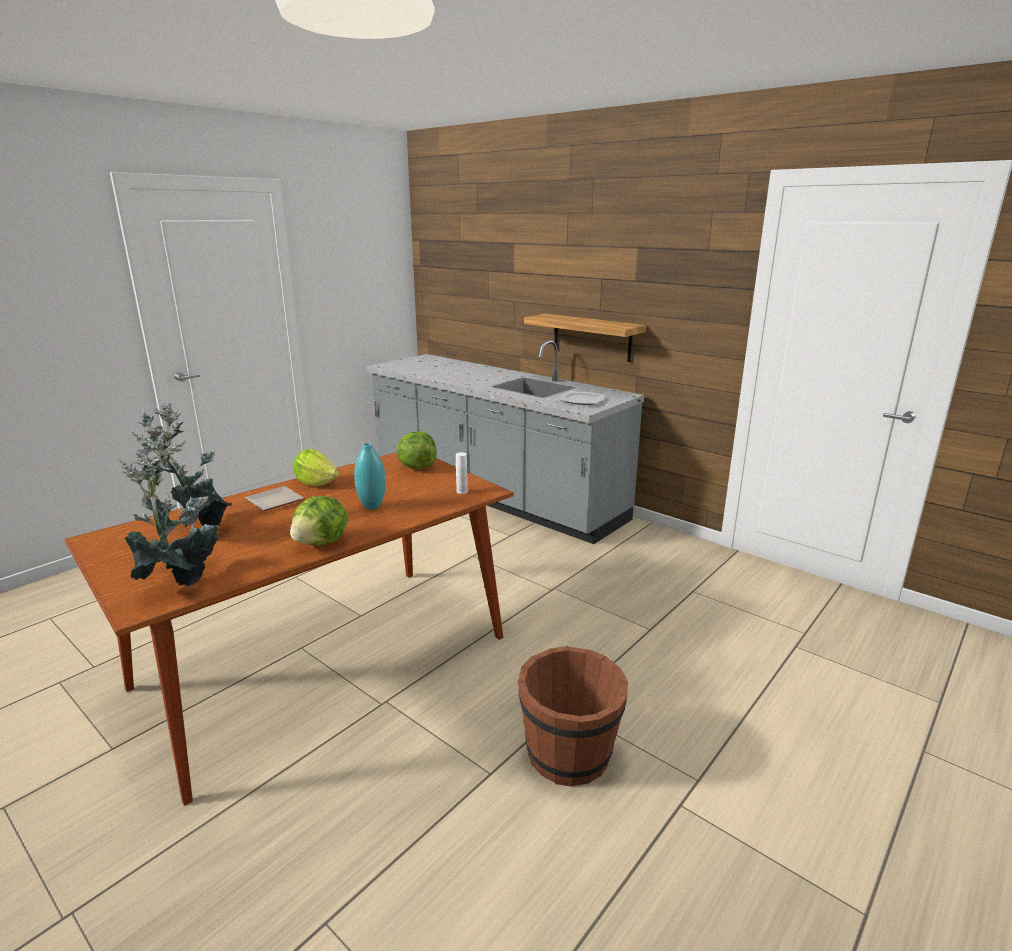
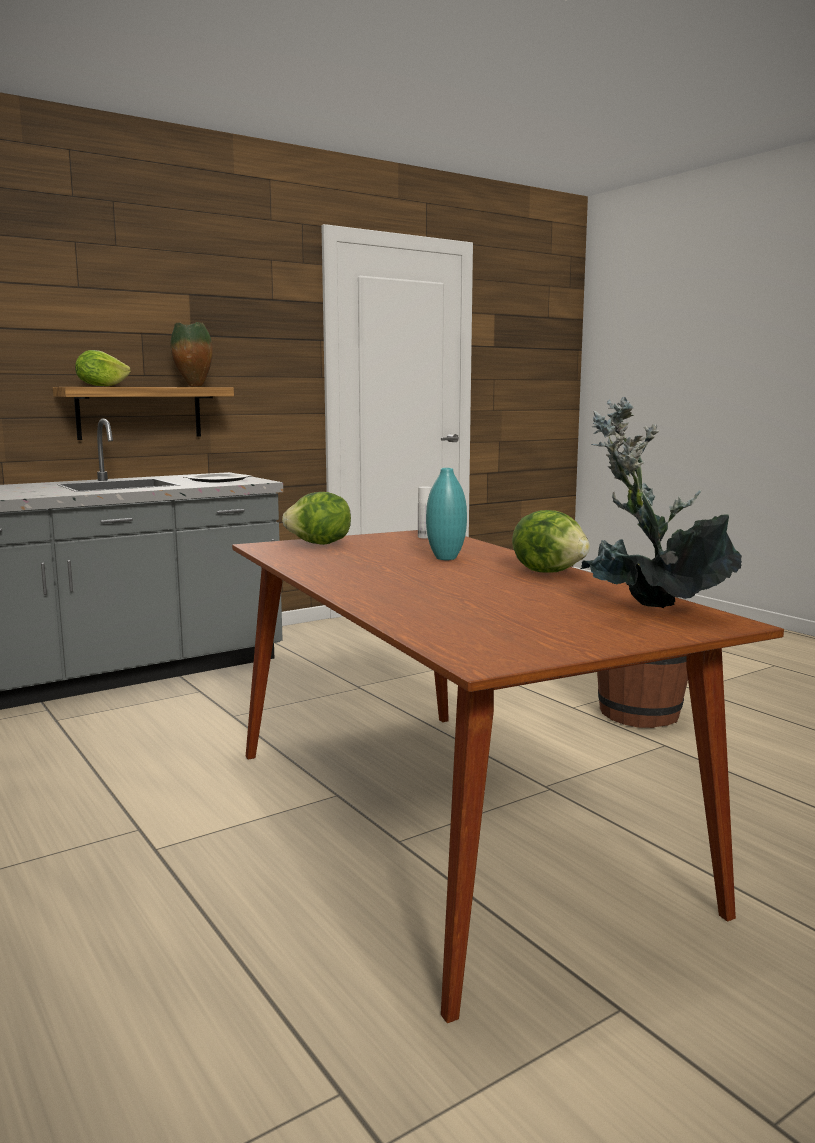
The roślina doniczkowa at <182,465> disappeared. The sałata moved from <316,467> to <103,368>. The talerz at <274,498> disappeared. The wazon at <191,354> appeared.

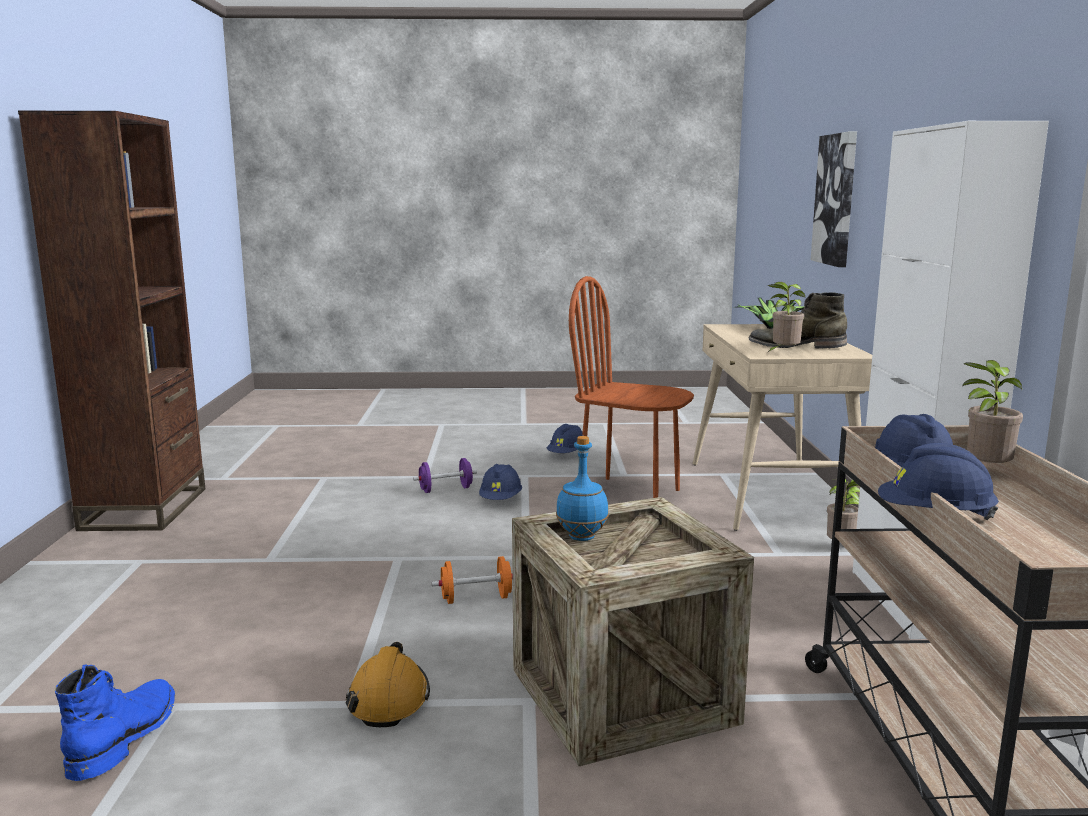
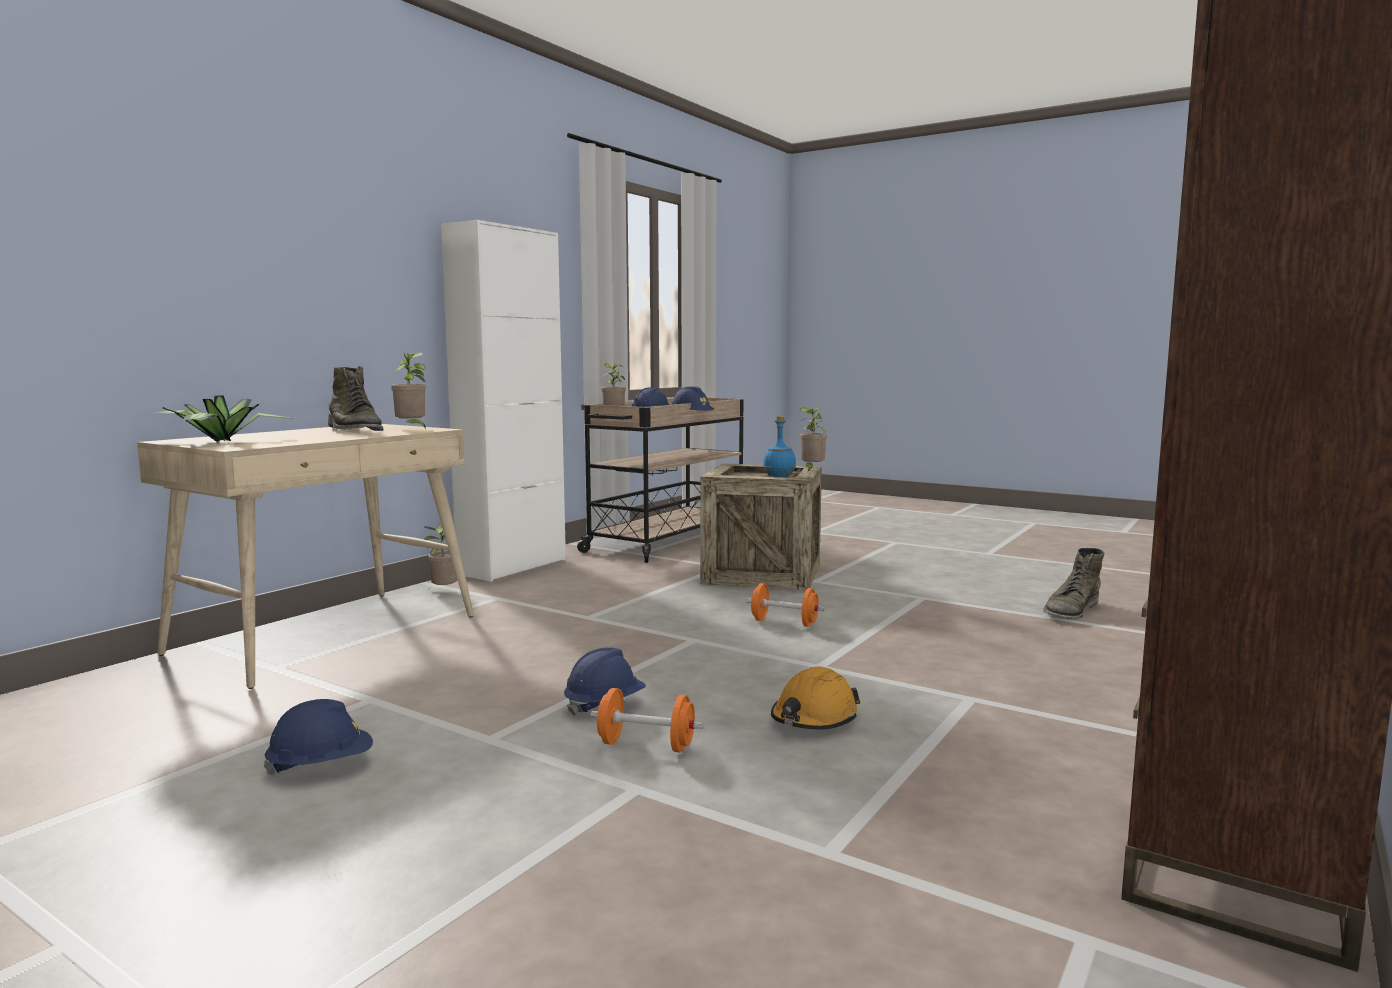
The obraz at <834,199> disappeared. The krzesło (brązowy) at <631,387> disappeared. The hantel (fioletowy) at <445,475> became the hantel (pomarańczowy) at <647,720>. The kask (pomarańczowy) moved from <388,684> to <815,698>. The but z cholewką (niebieski) at <115,722> became the but z cholewką (zielony) at <1074,584>. The roślina doniczkowa at <814,439> appeared.

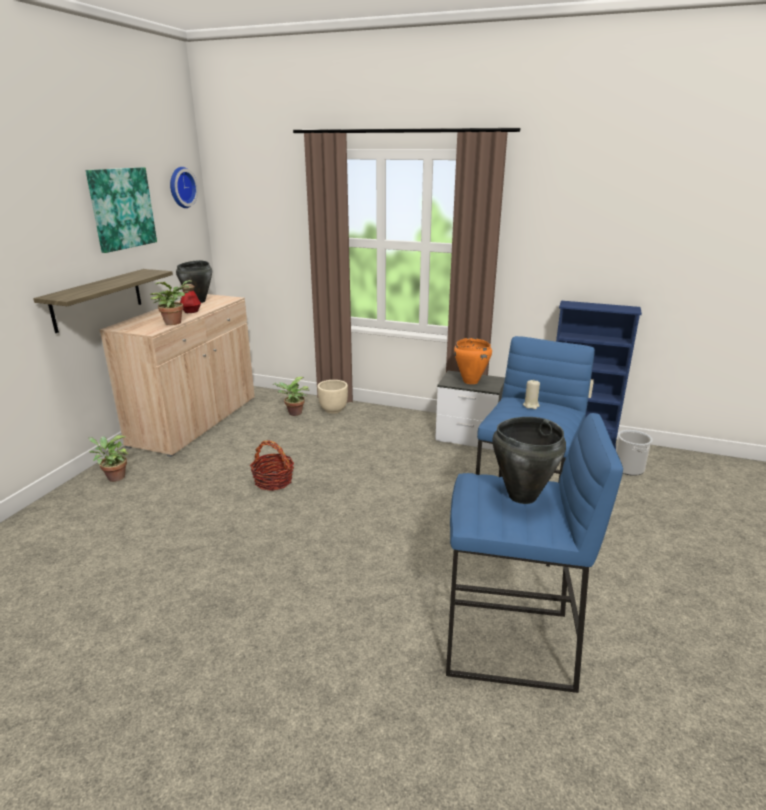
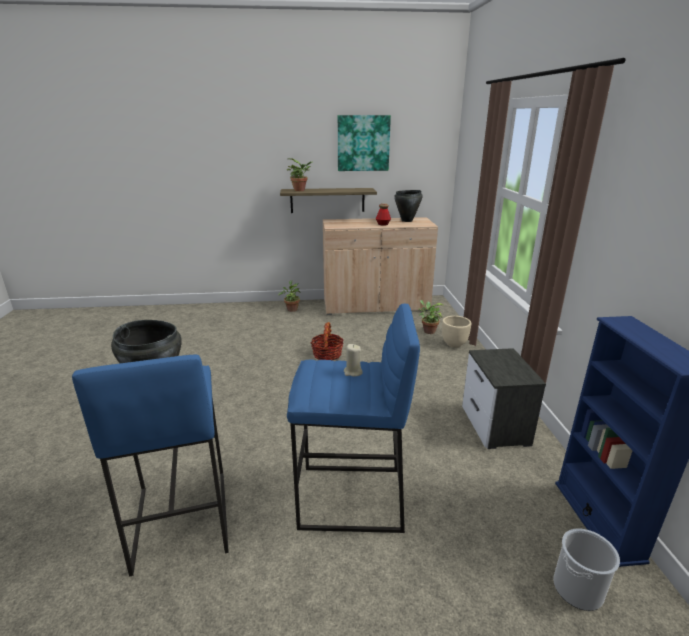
The zegar ścienny at <184,187> disappeared. The roślina doniczkowa moved from <171,302> to <300,174>. The garnek (pomarańczowy) at <473,361> disappeared.

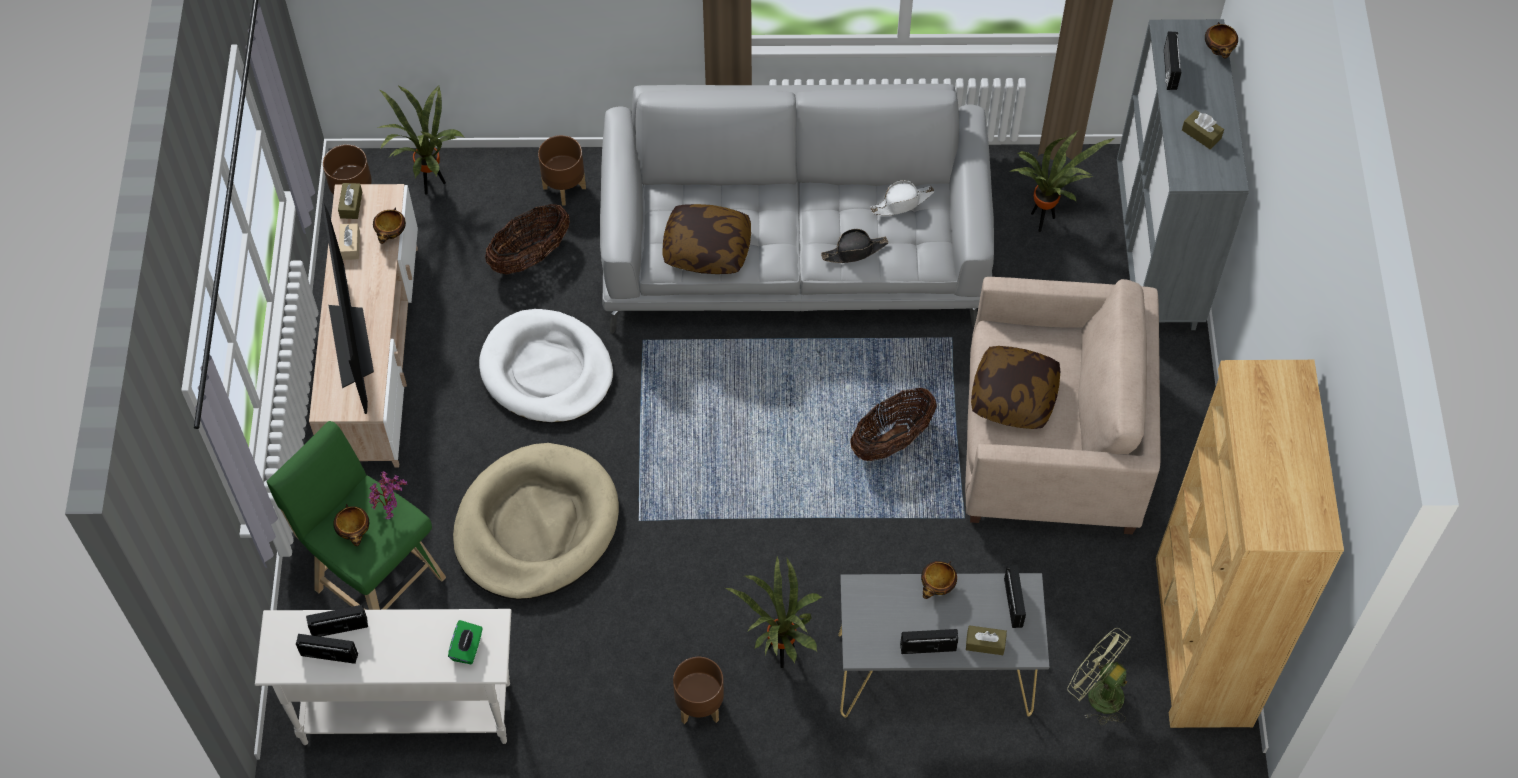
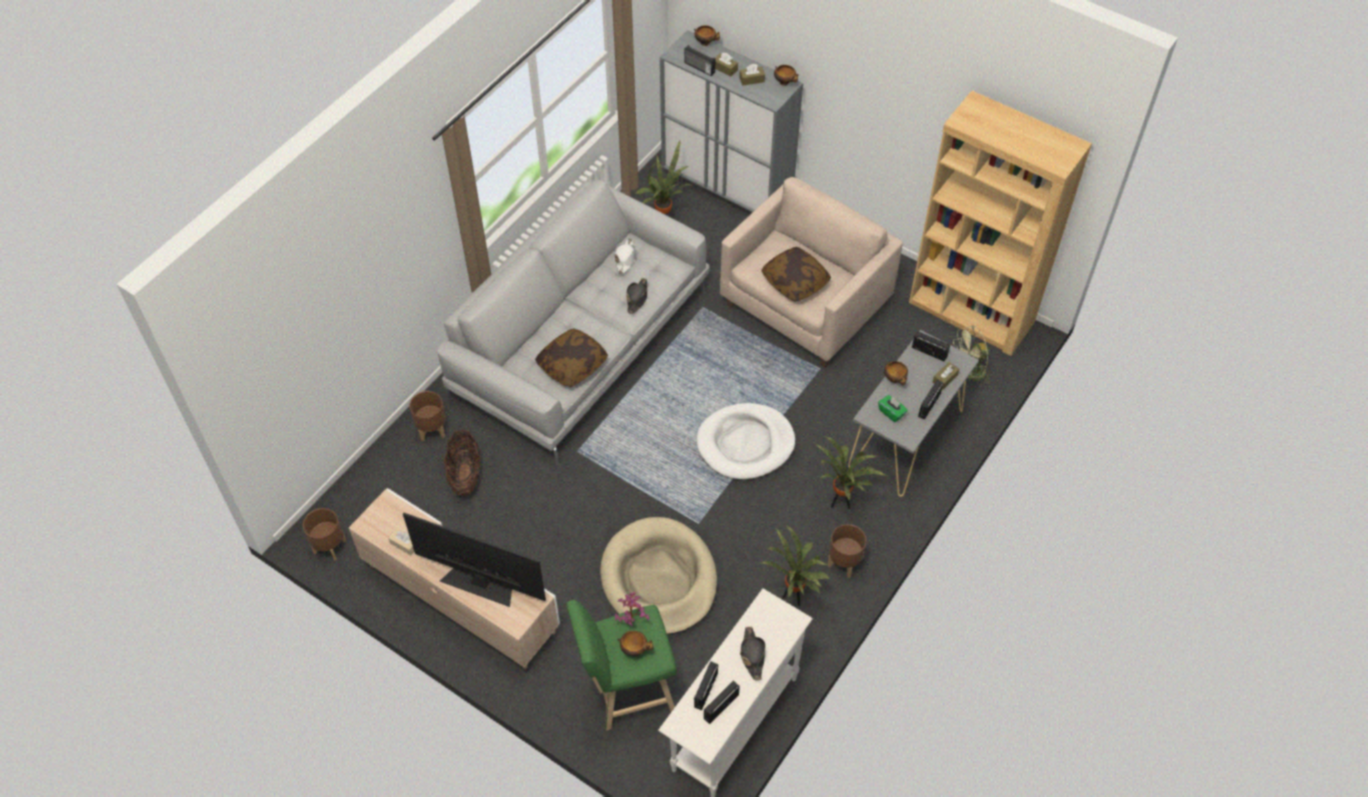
The roślina doniczkowa moved from <421,140> to <795,565>. The pudełko chusteczek (brązowy) moved from <350,201> to <726,65>. The miska moved from <389,225> to <786,75>. The legowisko (biały) moved from <546,366> to <746,441>. The koszyk at <893,424> disappeared. The pudełko chusteczek (zielony) moved from <465,642> to <893,408>. The kapelusz (czarny) at <752,654> appeared.

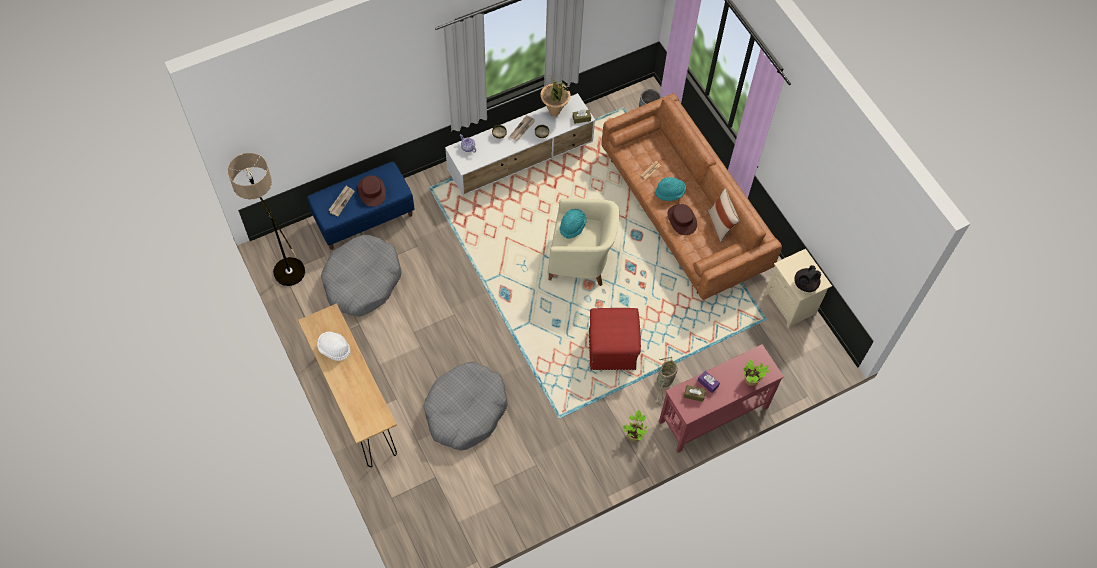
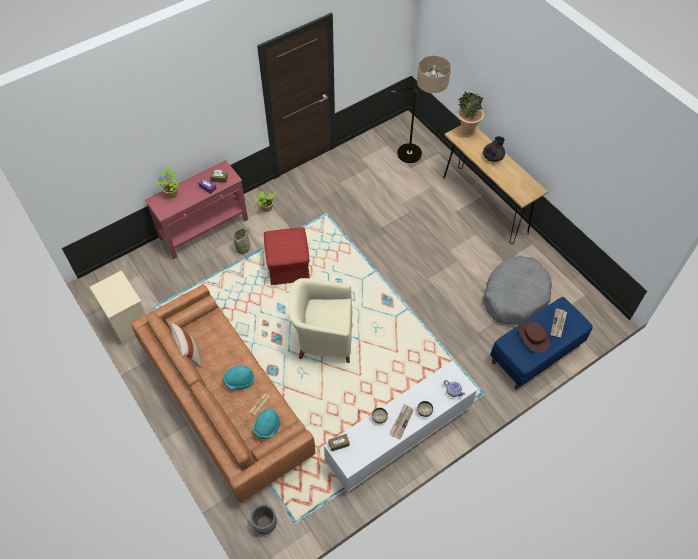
The roślina doniczkowa moved from <555,96> to <470,113>. The lampa stojąca moved from <266,219> to <421,109>. The kapelusz (brązowy) at <682,219> disappeared. The kapelusz (turkusowy) moved from <573,224> to <266,423>. The imbryk (czarny) moved from <807,278> to <494,149>. The kapelusz (biały) at <334,346> disappeared. The legowisko (szary) at <465,406> disappeared.

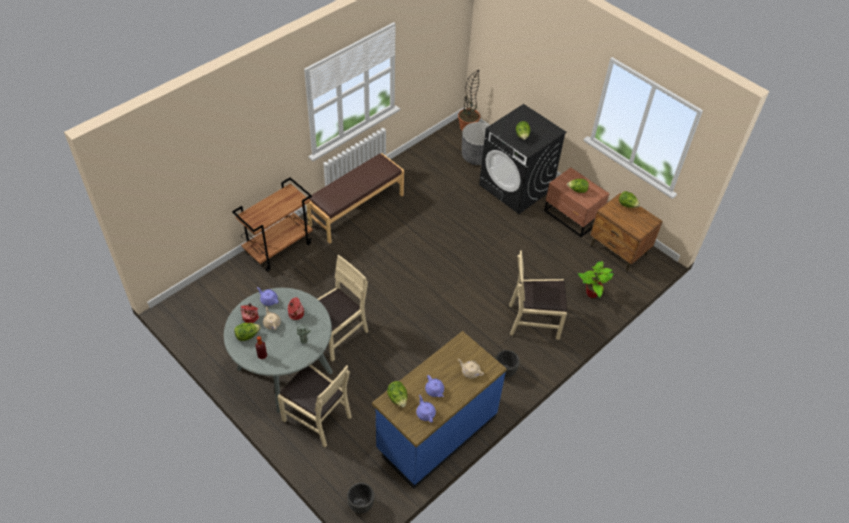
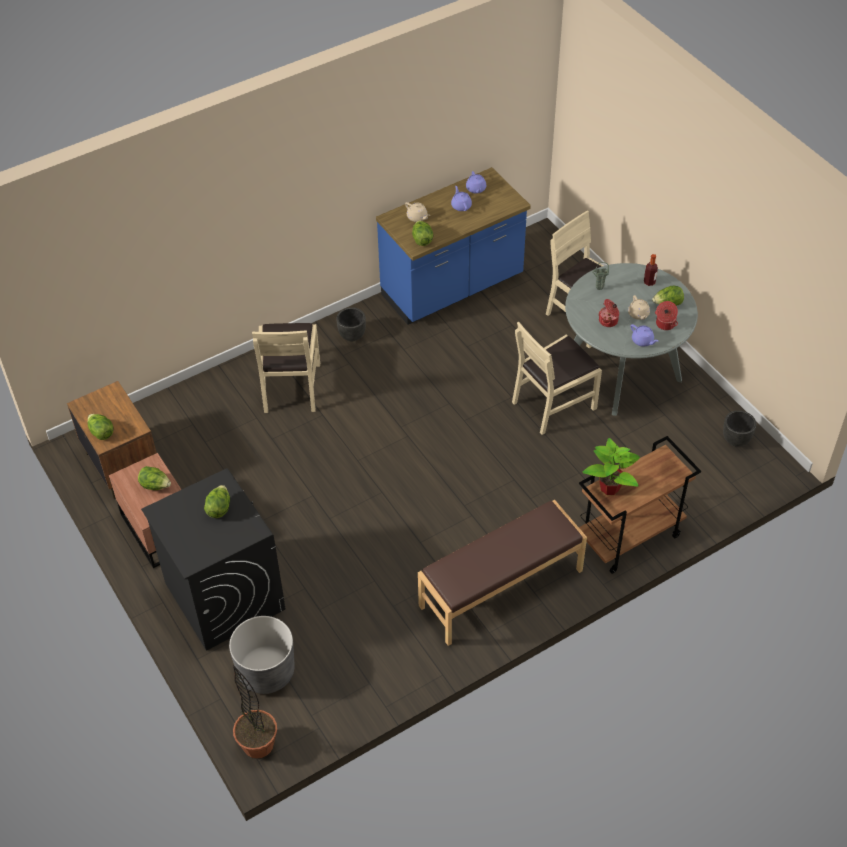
The krzesło (beżowy) at <538,295> turned 75 degrees clockwise. The roślina doniczkowa moved from <596,279> to <611,466>. The sałata moved from <397,394> to <422,233>. The donica (czarny) moved from <360,498> to <739,428>.

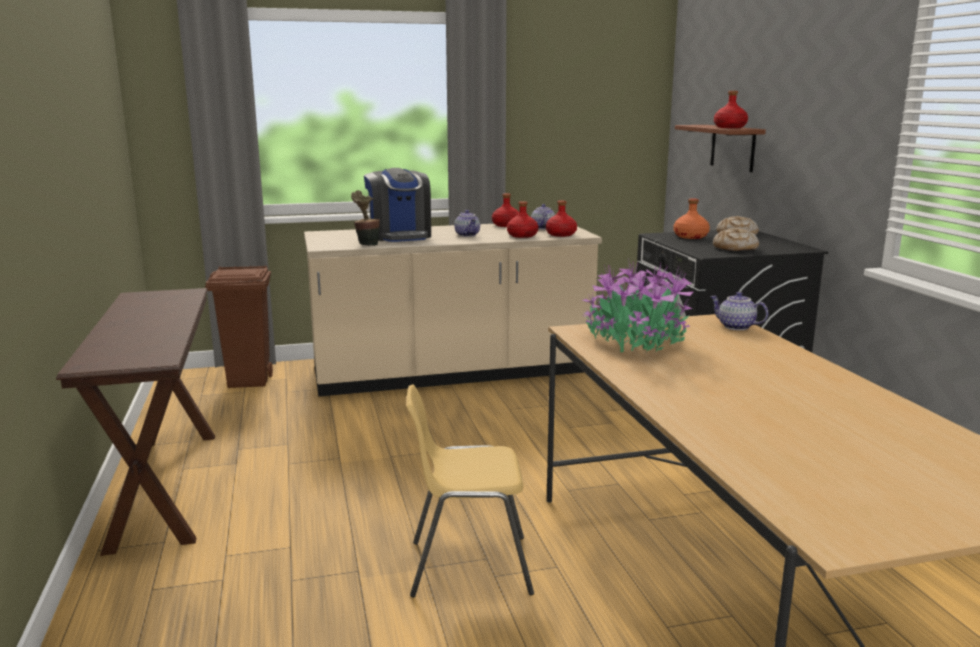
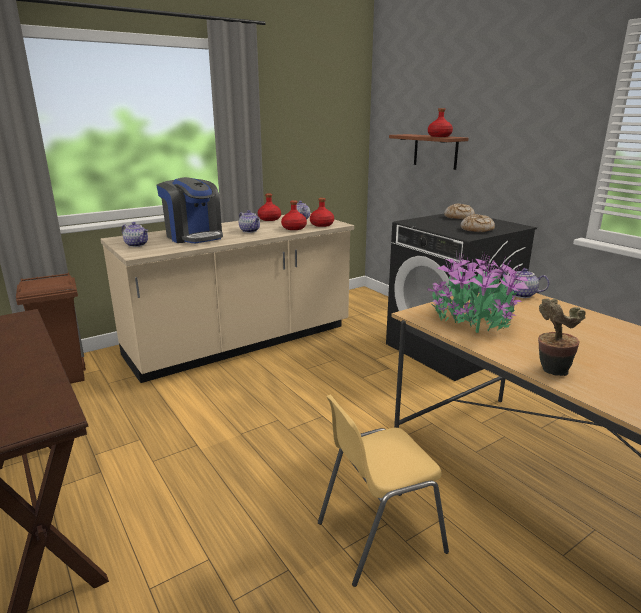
The roślina doniczkowa moved from <365,218> to <562,337>. The butelka (pomarańczowy) at <691,218> disappeared. The imbryk at <135,234> appeared.

